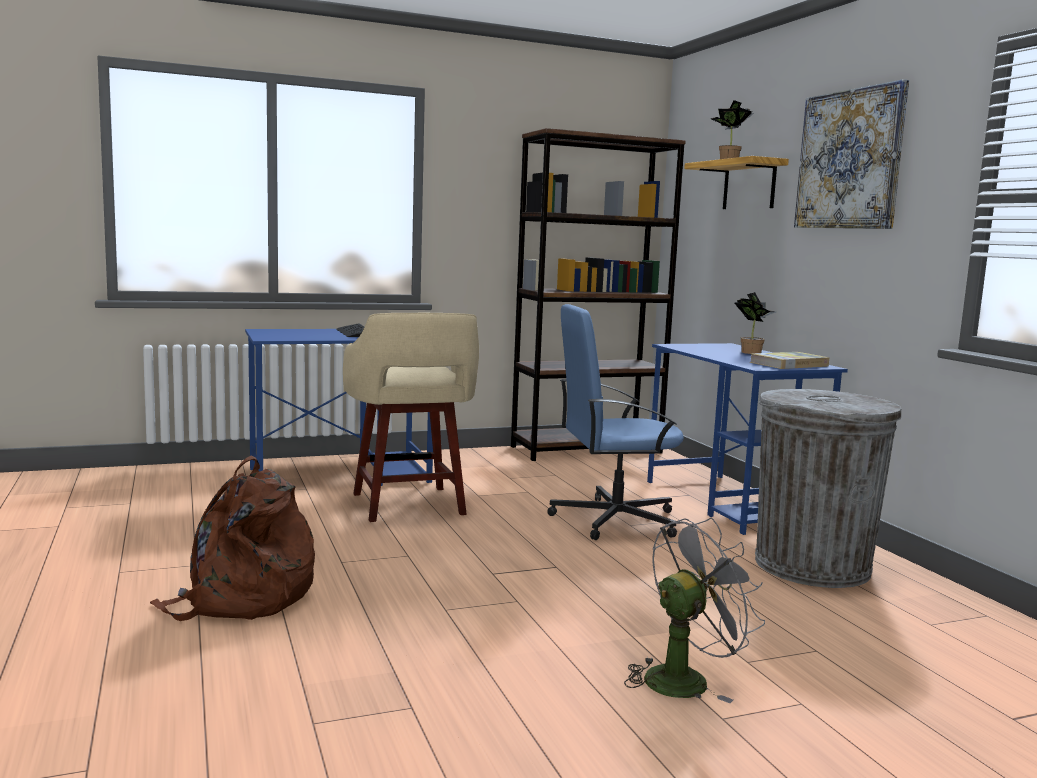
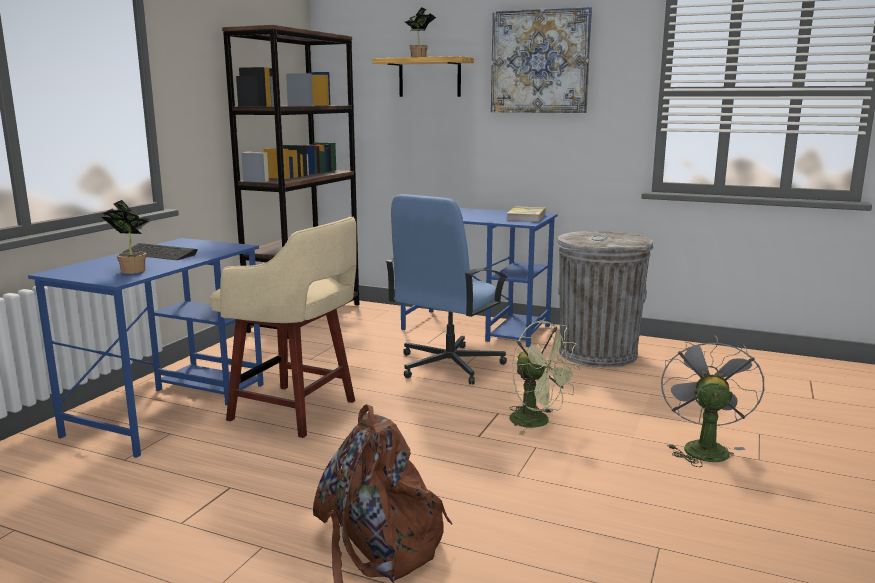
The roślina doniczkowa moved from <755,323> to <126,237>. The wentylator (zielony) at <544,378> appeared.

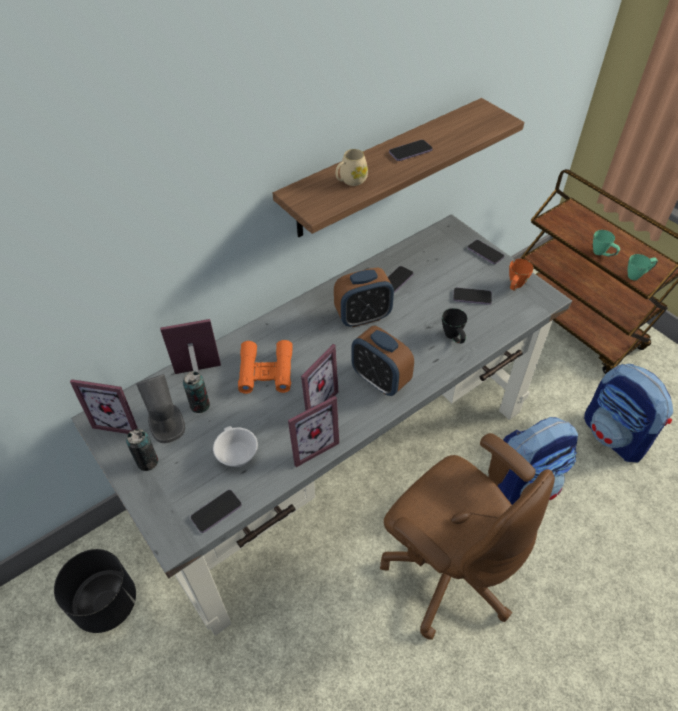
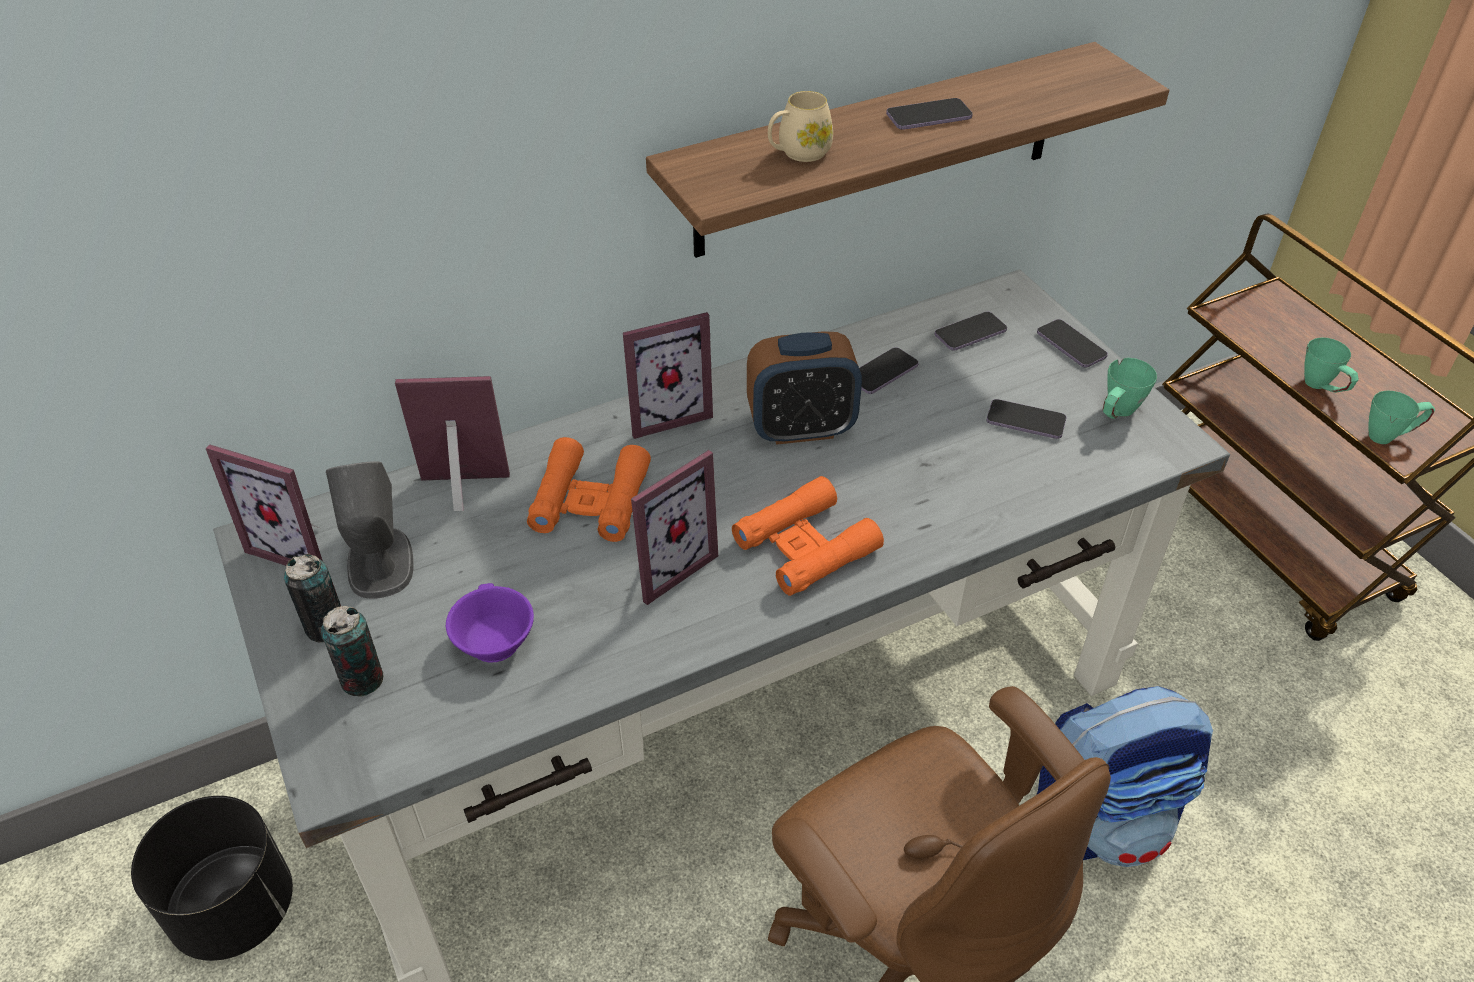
The kubek (pomarańczowy) at <521,274> became the kubek (zielony) at <1129,388>. The kubek (czarny) at <454,326> disappeared. The budzik at <382,361> was replaced by the lornetka (pomarańczowy) at <808,536>. The plecak at <628,413> disappeared. The puszka moved from <196,392> to <352,651>. The ramka na zdjęcie moved from <313,431> to <668,375>. The filiżanka (biały) at <235,446> became the filiżanka (fioletowy) at <490,622>. The telefon moved from <216,511> to <971,331>.

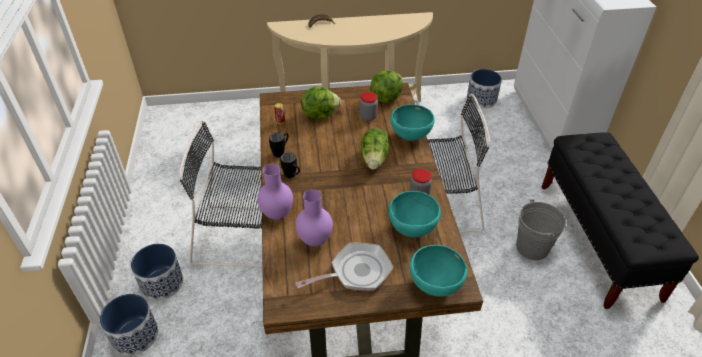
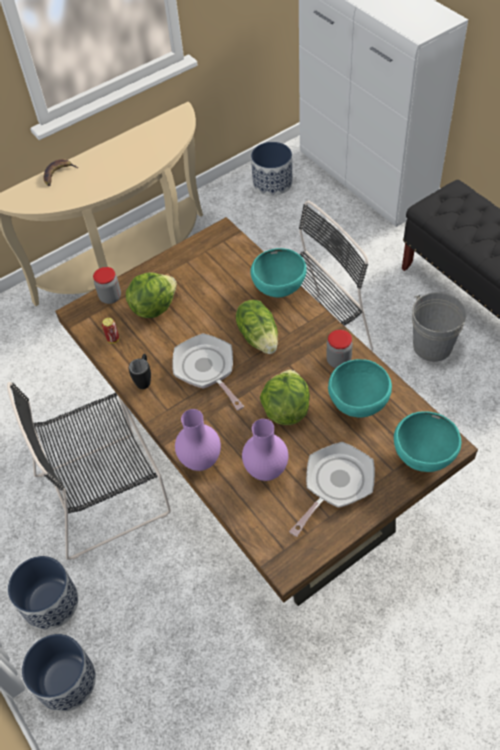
The sałata moved from <386,86> to <285,397>. The słoik moved from <369,106> to <107,285>. The kubek (czarny) at <290,165> disappeared. The patelnia at <208,371> appeared.

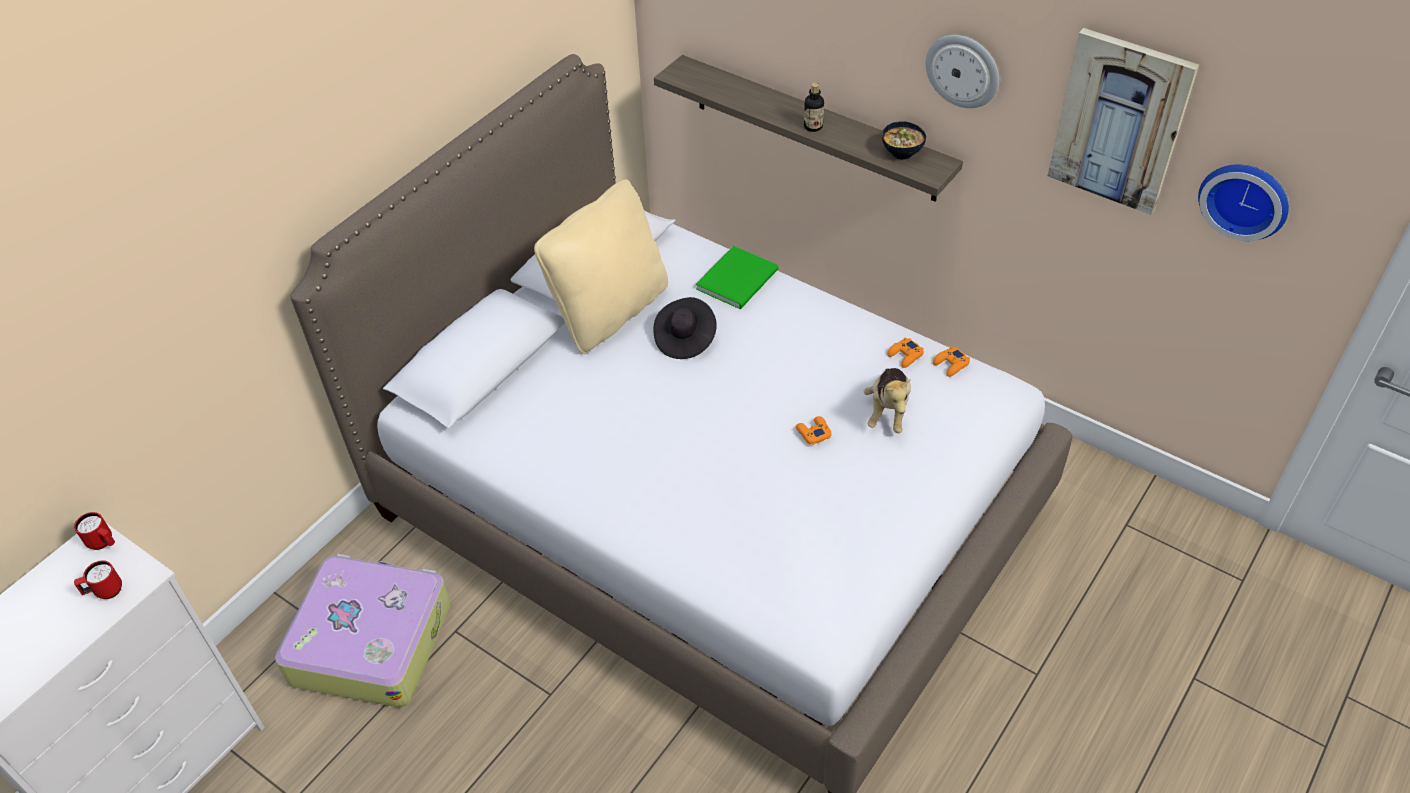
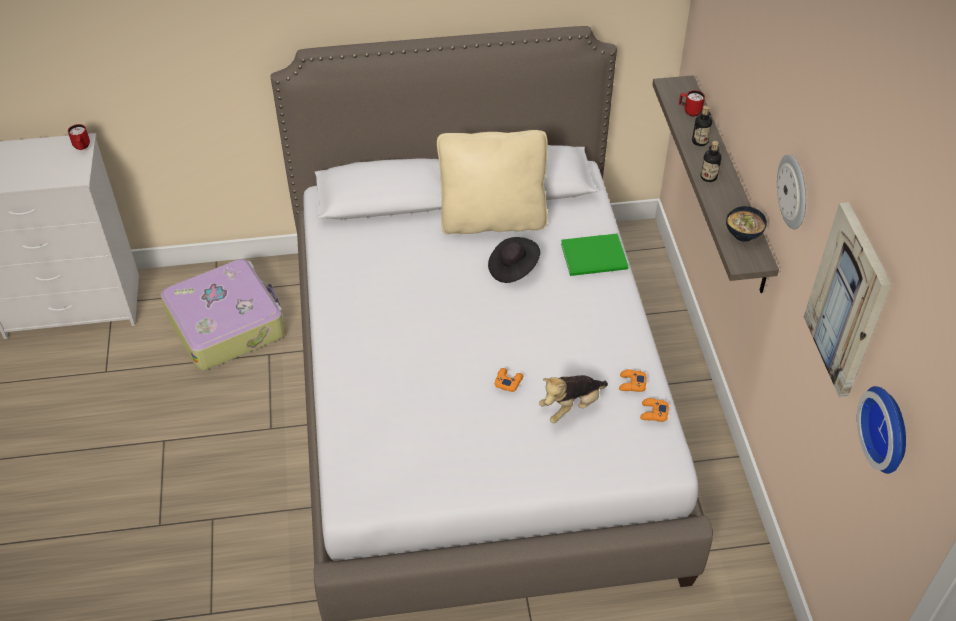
The kubek (czerwony) moved from <98,580> to <692,103>. The butelka at <702,126> appeared.

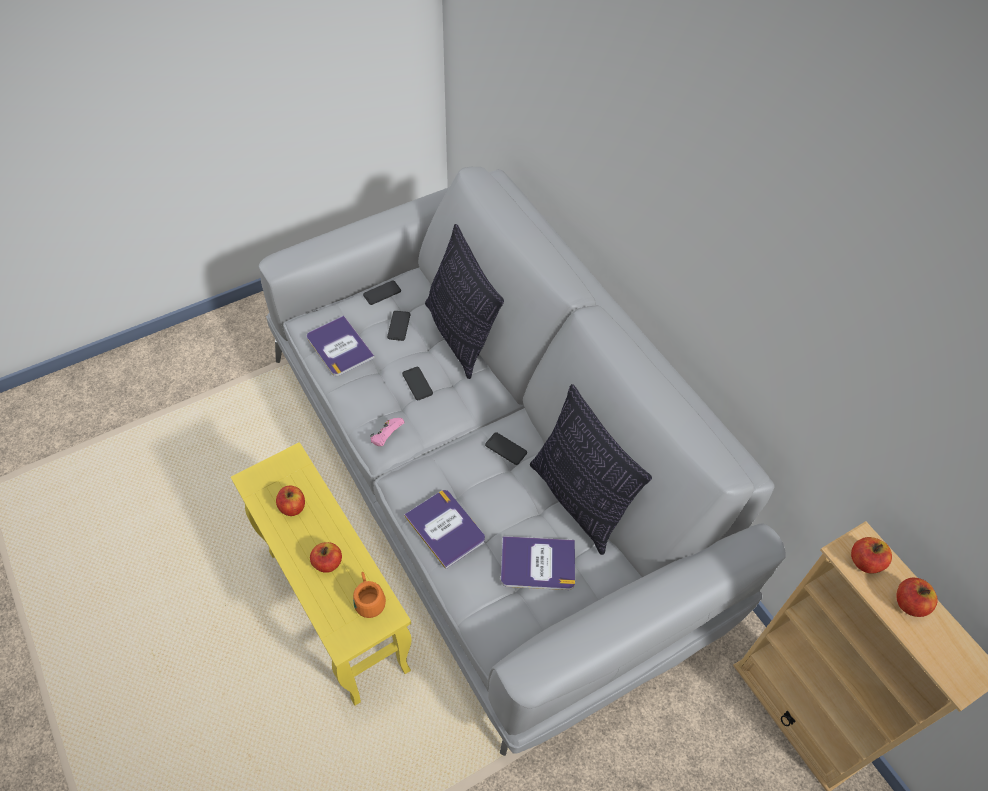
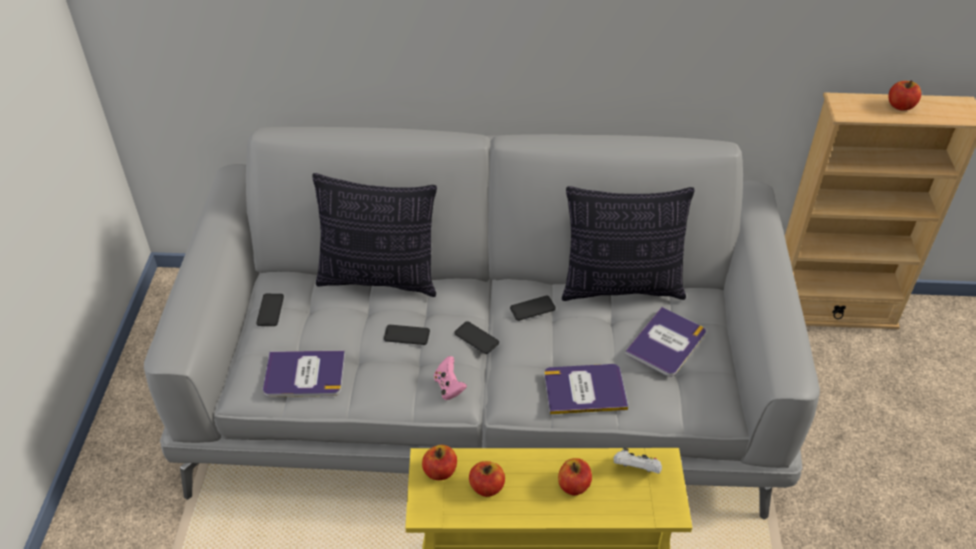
The telefon moved from <399,326> to <476,337>. The jabłko moved from <871,555> to <439,462>. The kubek (pomarańczowy) at <369,595> was replaced by the pad do gier (biały) at <638,461>.

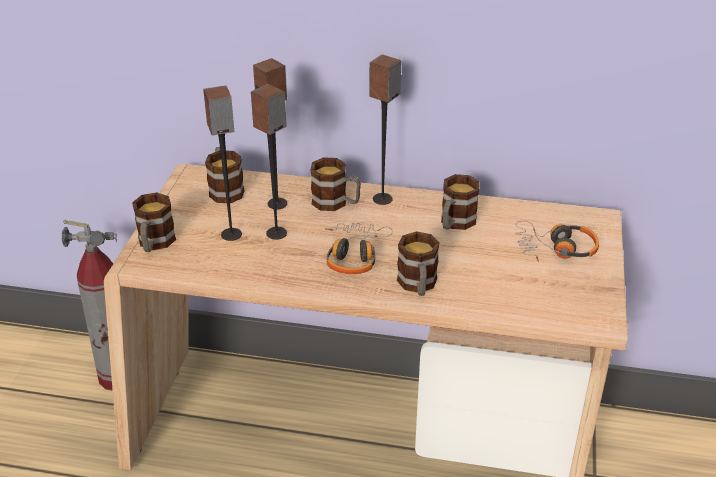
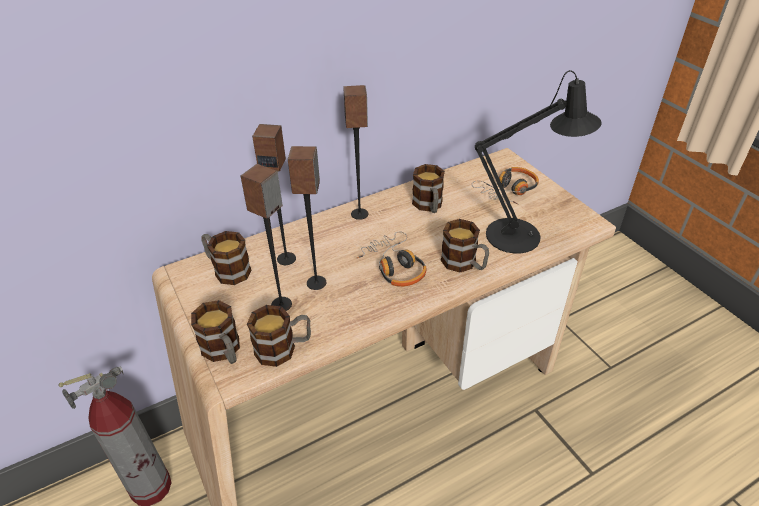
The kubek moved from <335,184> to <279,336>. The lampa stołowa (czarny) at <538,162> appeared.

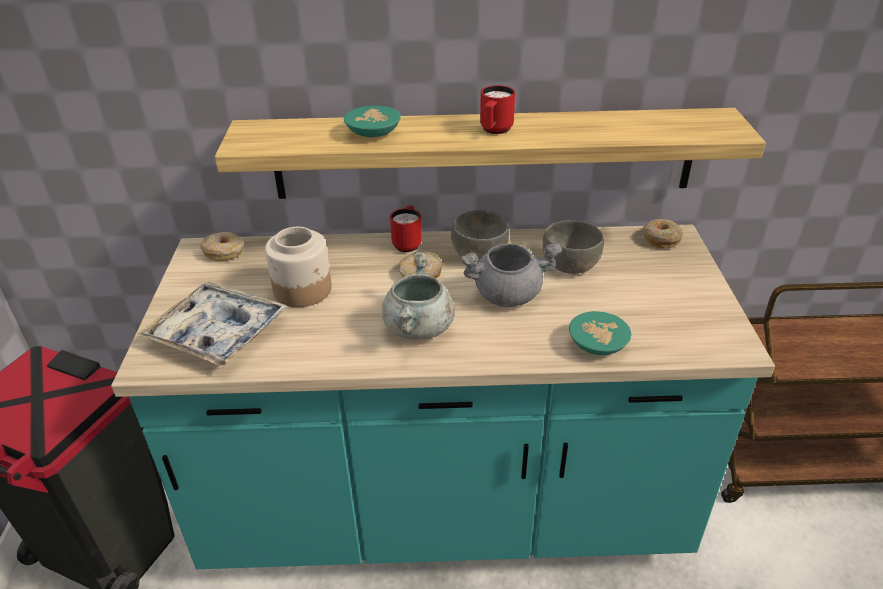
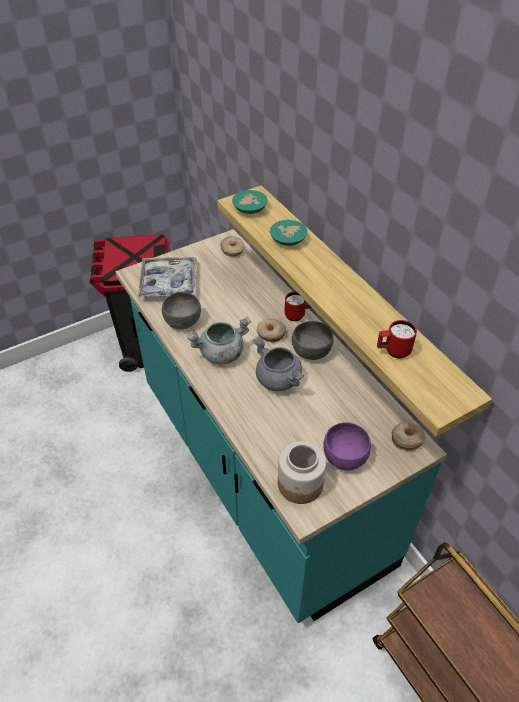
The kubek (czerwony) moved from <497,109> to <397,339>. The miska (szary) moved from <573,247> to <181,310>. The słoik moved from <298,267> to <302,472>. The miska (turkusowy) moved from <600,333> to <250,202>. The miska (fioletowy) at <347,446> appeared.

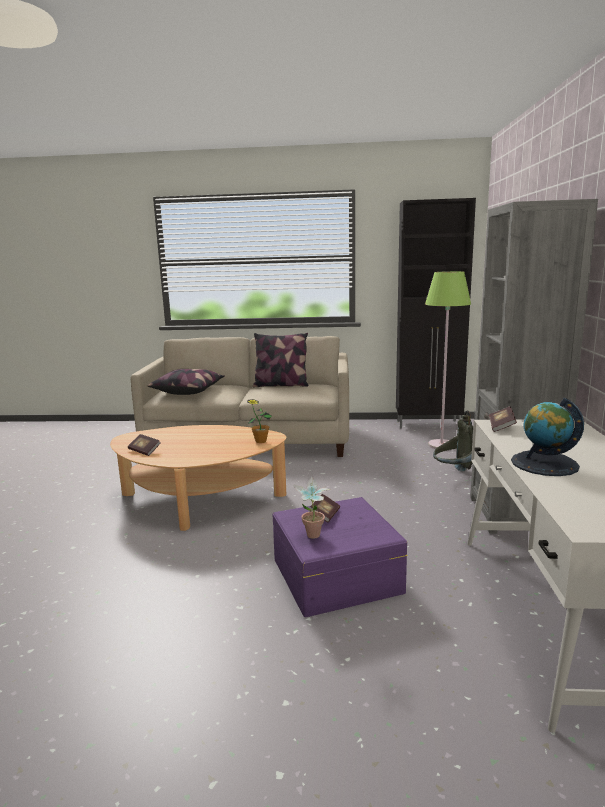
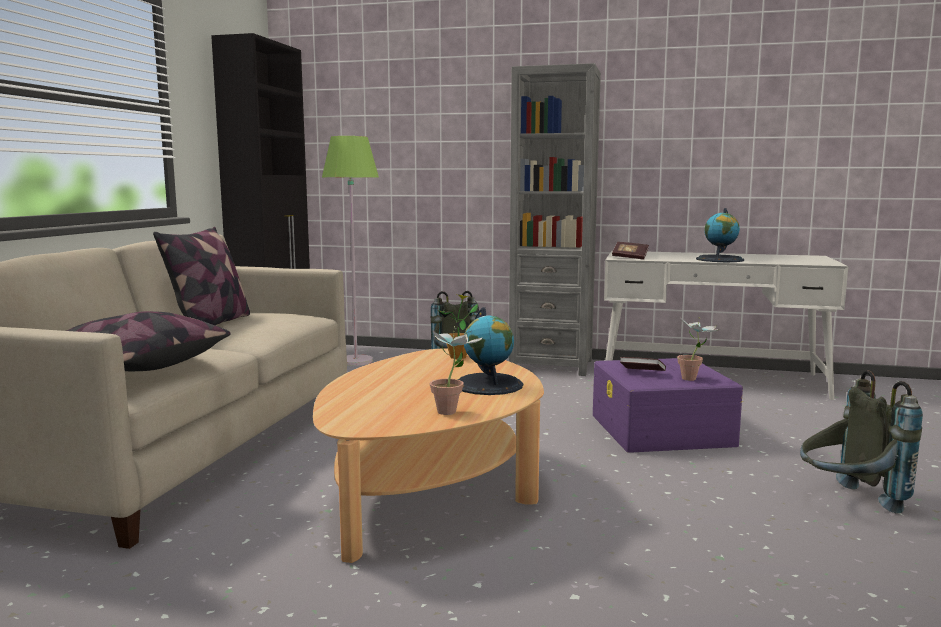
The książka at <144,445> was replaced by the roślina doniczkowa at <456,370>. The globus at <490,351> appeared. The plecak (szary) at <861,441> appeared.

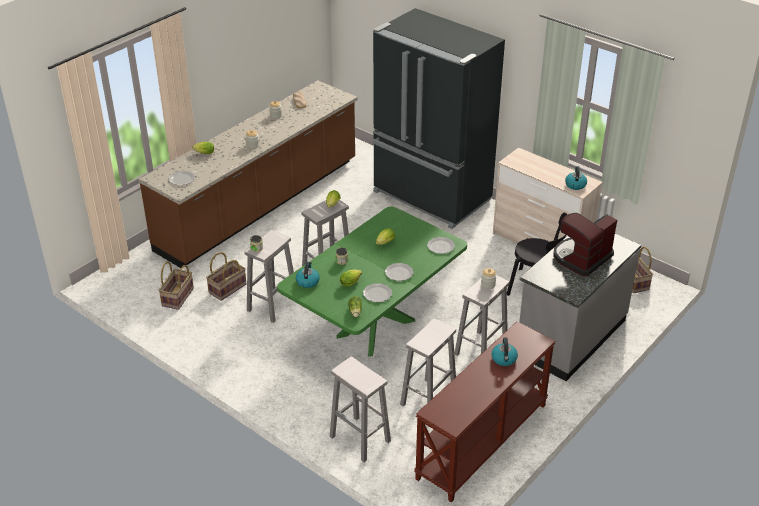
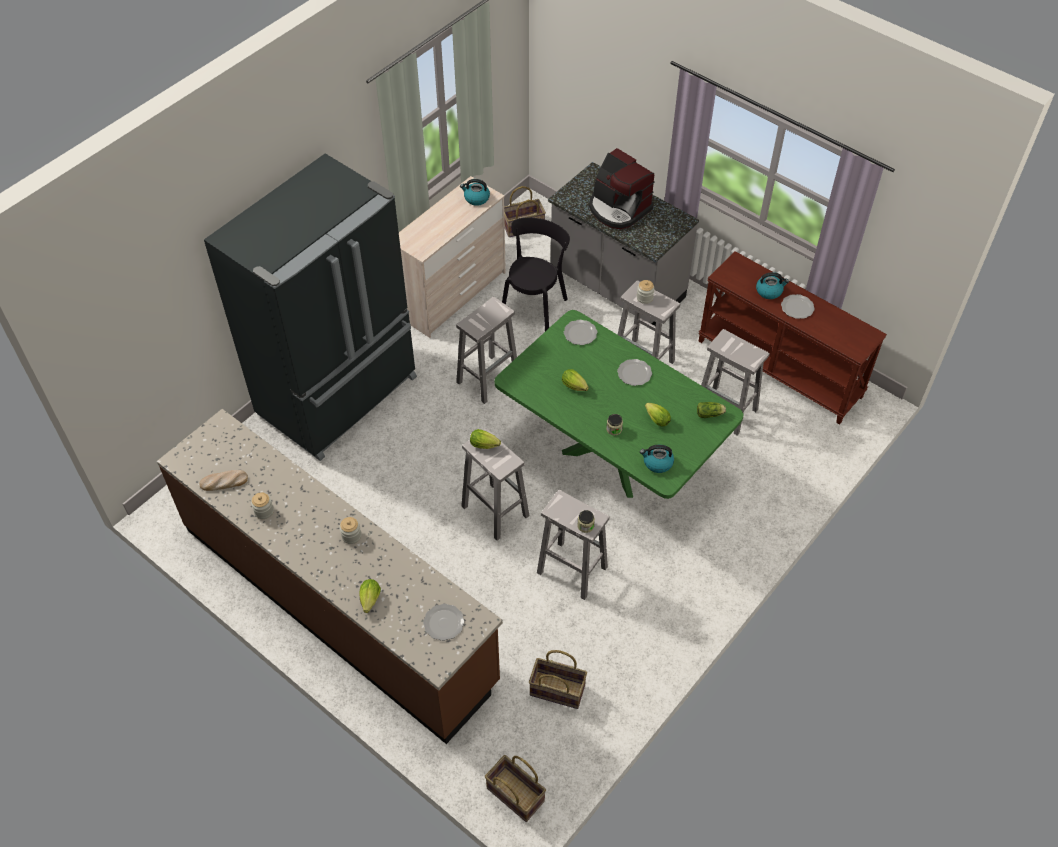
The koszyk moved from <226,276> to <515,788>. The talerz moved from <377,292> to <798,306>. The stołek (biały) moved from <360,409> to <486,350>.

